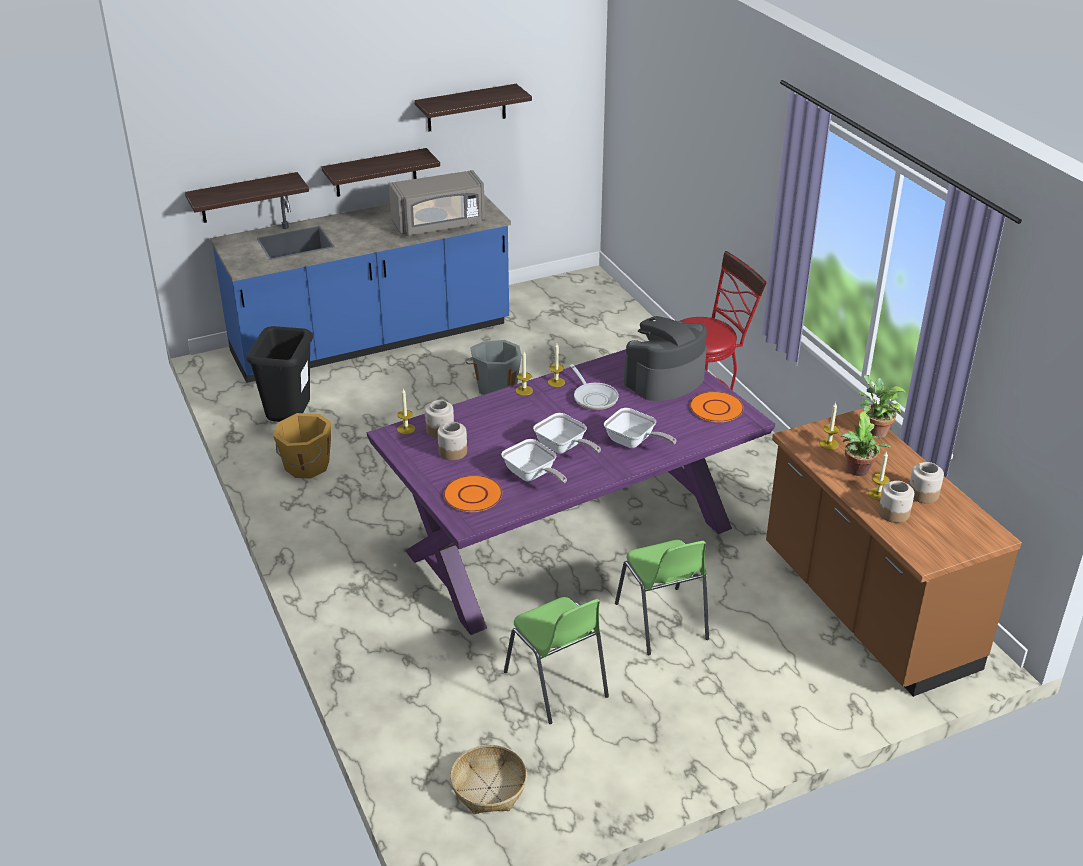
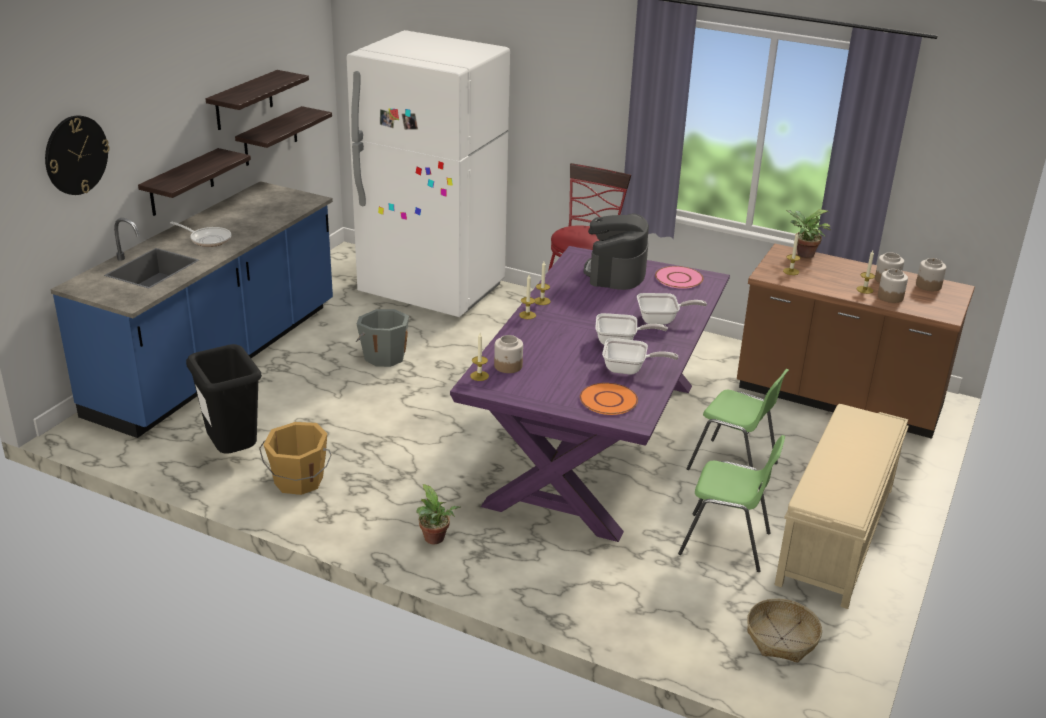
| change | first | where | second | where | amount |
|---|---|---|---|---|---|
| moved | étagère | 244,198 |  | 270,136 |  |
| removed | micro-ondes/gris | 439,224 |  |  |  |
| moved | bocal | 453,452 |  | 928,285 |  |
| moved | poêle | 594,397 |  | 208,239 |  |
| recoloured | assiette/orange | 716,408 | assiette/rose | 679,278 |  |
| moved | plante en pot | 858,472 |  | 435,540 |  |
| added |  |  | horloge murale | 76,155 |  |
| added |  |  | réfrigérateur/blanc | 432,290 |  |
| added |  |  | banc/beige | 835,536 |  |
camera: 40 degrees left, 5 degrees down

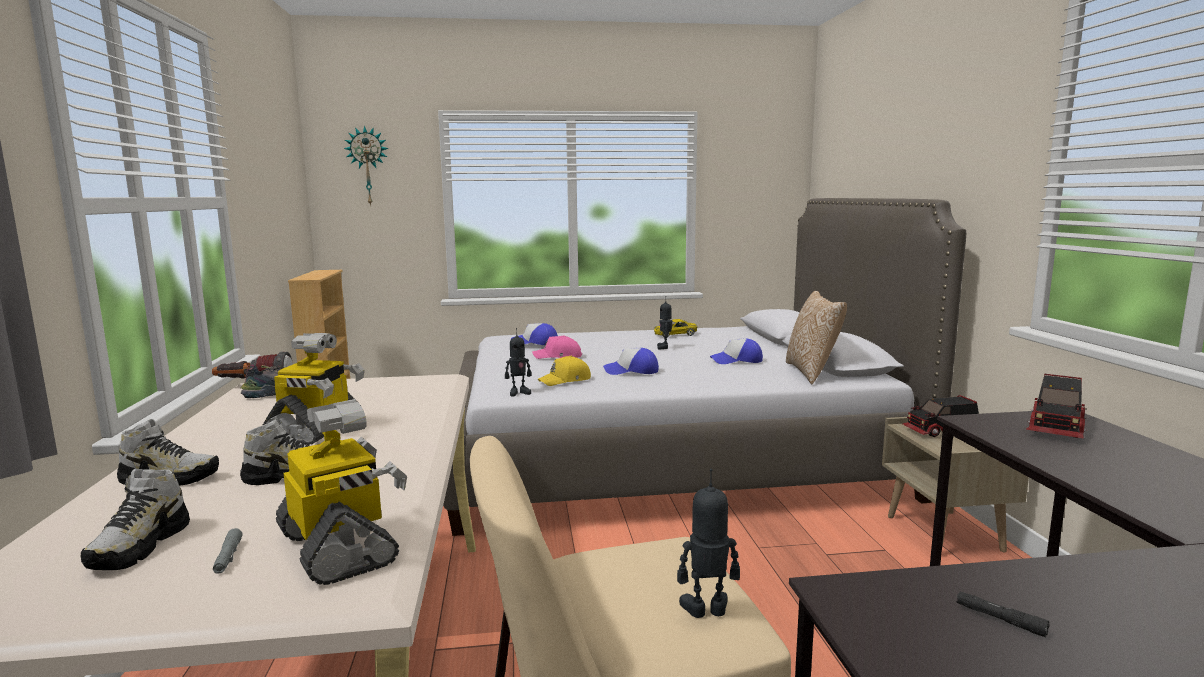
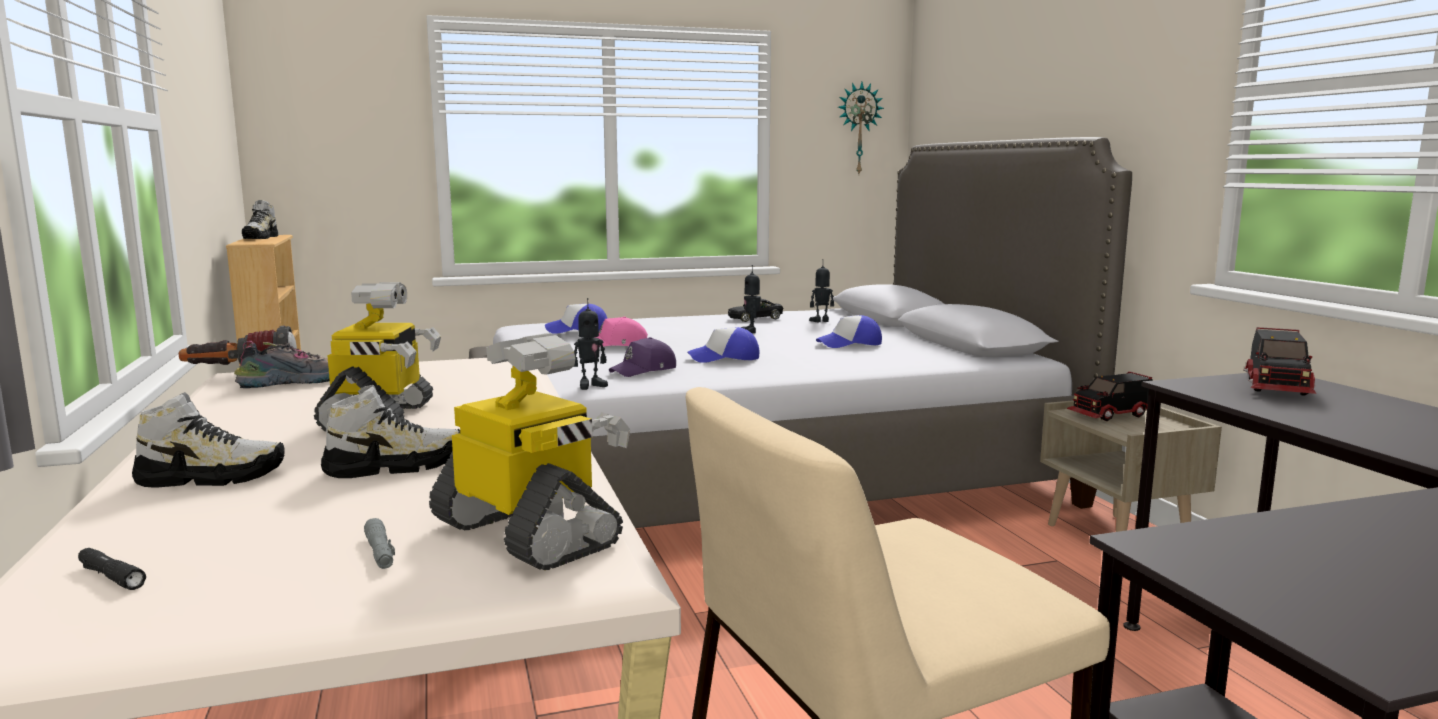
| change | first | where | second | where | amount |
|---|---|---|---|---|---|
| moved | chaussure | 140,547 |  | 261,238 |  |
| moved | horloge murale | 368,166 |  | 858,128 |  |
| recoloured | casquette/jaune | 565,380 | casquette/violet | 644,370 |  |
| recoloured | petite voiture/jaune | 675,334 | petite voiture/noir | 755,318 |  |
| moved | robot jouet | 707,611 |  | 821,321 |  |
| removed | coussin | 812,373 |  |  |  |
| moved | lampe de poche/noir | 1000,620 |  | 110,577 |  |
camera: 10 degrees left, 0 degrees up

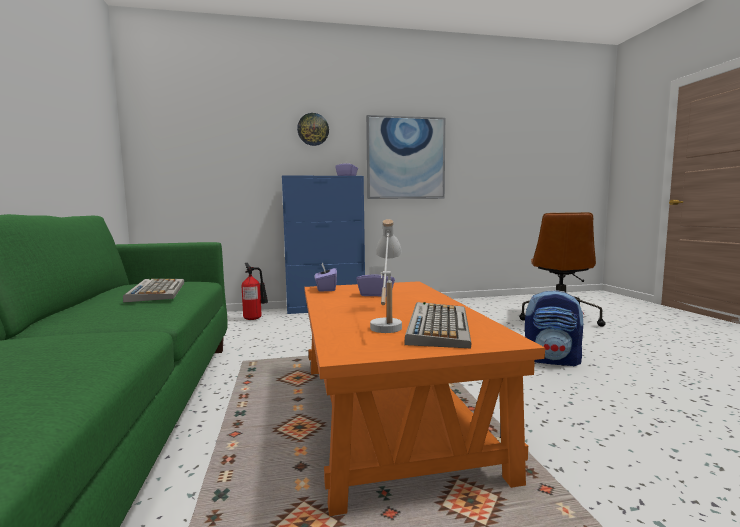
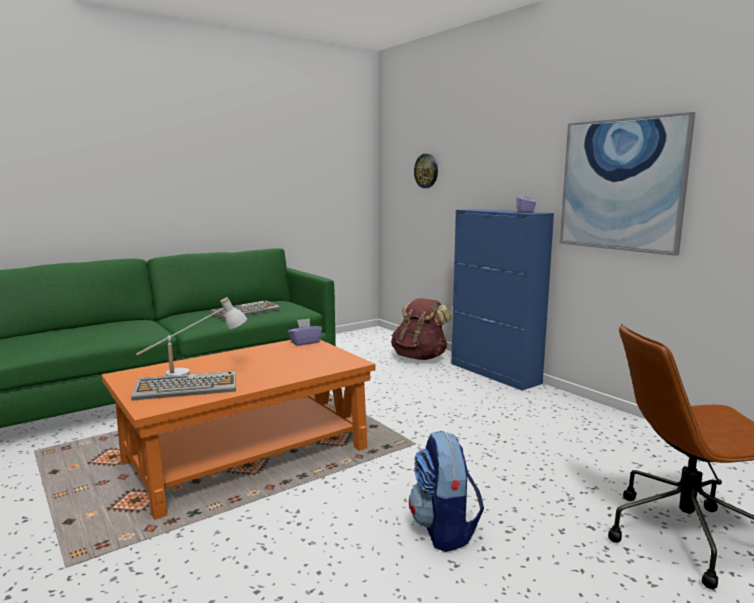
| change | first | where | second | where | amount |
|---|---|---|---|---|---|
| replaced | extincteur | 255,318 | sac à dos/marron | 420,357 |  |
| moved | horloge murale | 313,129 |  | 426,171 |  |
| removed | boîte à mouchoirs/violet | 376,294 |  |  |  |
camera: 65 degrees right, 5 degrees up

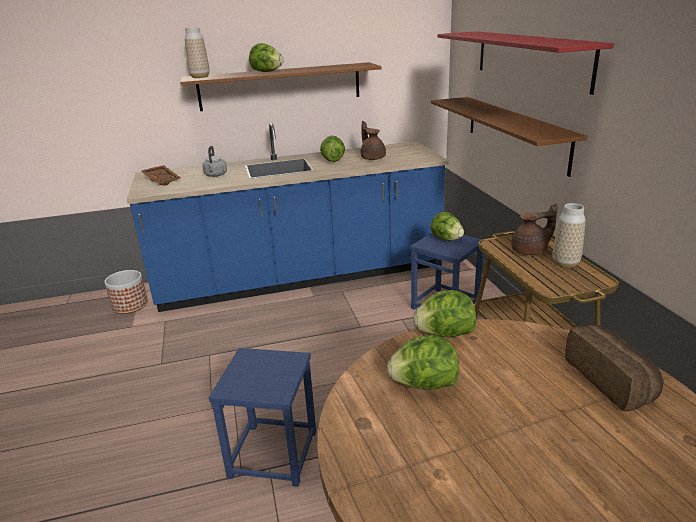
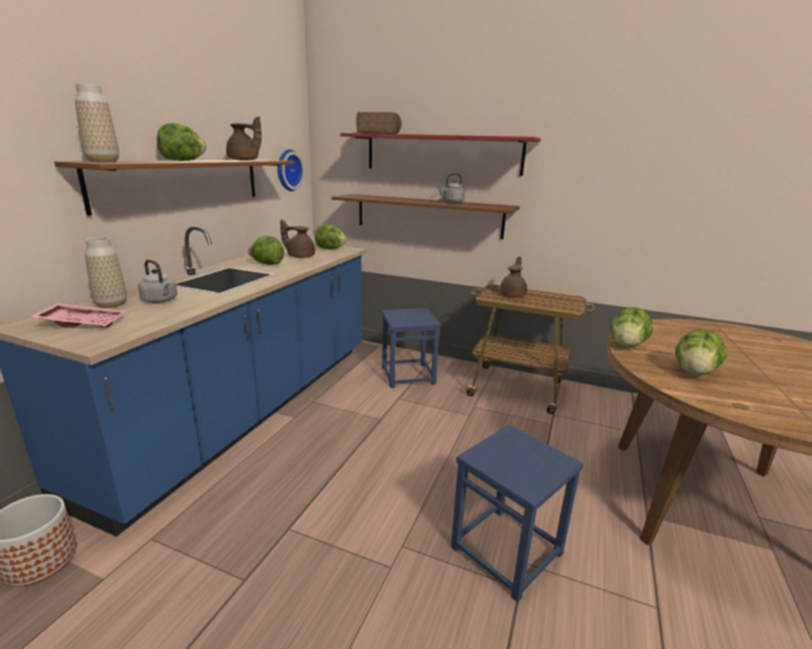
| change | first | where | second | where | amount |
|---|---|---|---|---|---|
| recoloured | plateau/marron | 163,180 | plateau/rose | 83,323 |  |
| moved | laitue | 446,239 |  | 330,249 |  |
| moved | vase | 565,263 |  | 111,304 |  |
| moved | pain | 611,381 |  | 379,134 |  |
| added |  |  | théière/marron | 244,160 |  |
| added |  |  | horloge murale | 287,170 |  |
| added |  |  | bouilloire/gris | 451,202 |  |
camera: 55 degrees left, 5 degrees down

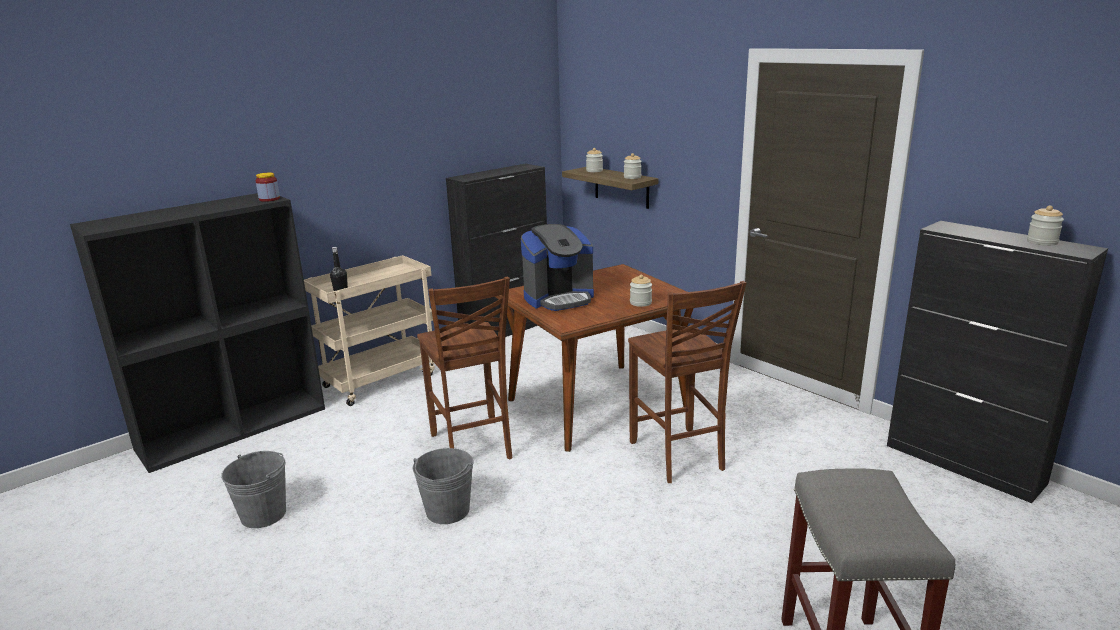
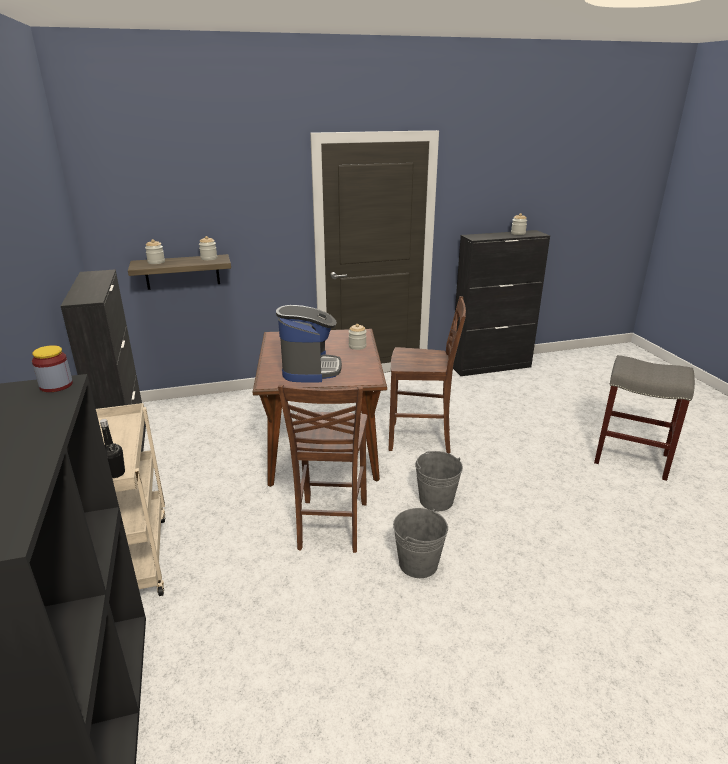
| change | first | where | second | where | amount |
|---|---|---|---|---|---|
| moved | seau/gris | 263,514 |  | 436,500 |  |
| turned | chaise/marron | 472,447 |  | 330,526 | 90 degrees clockwise |
camera: 65 degrees left, 5 degrees up

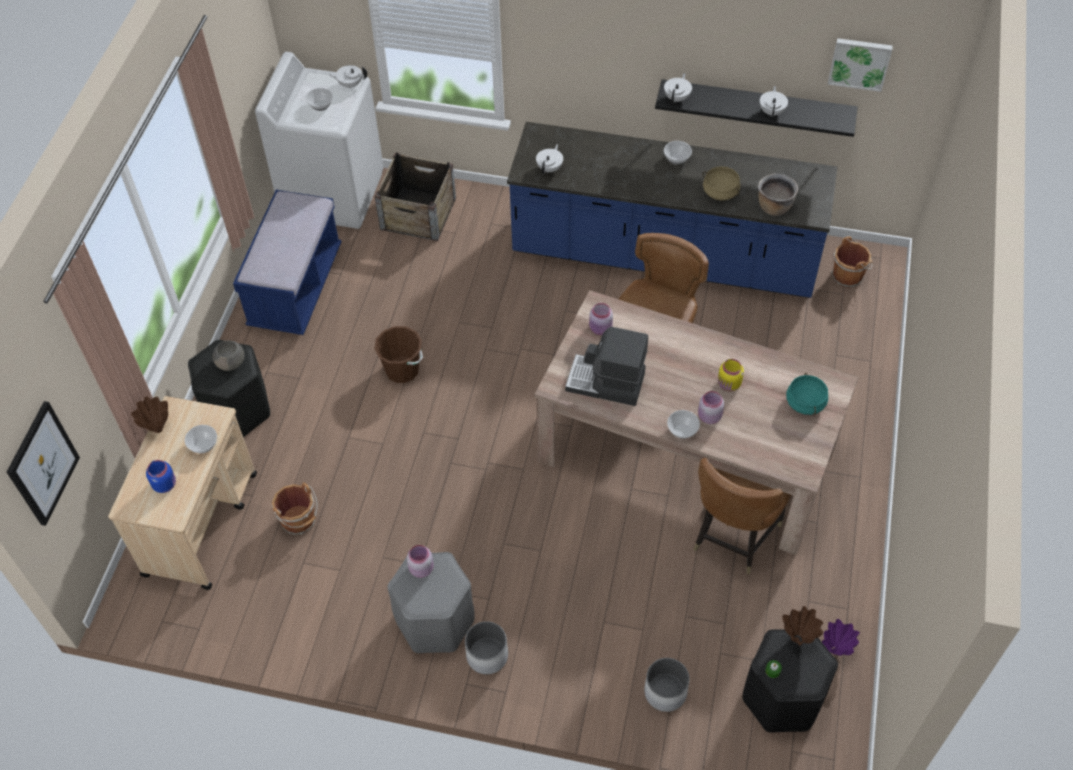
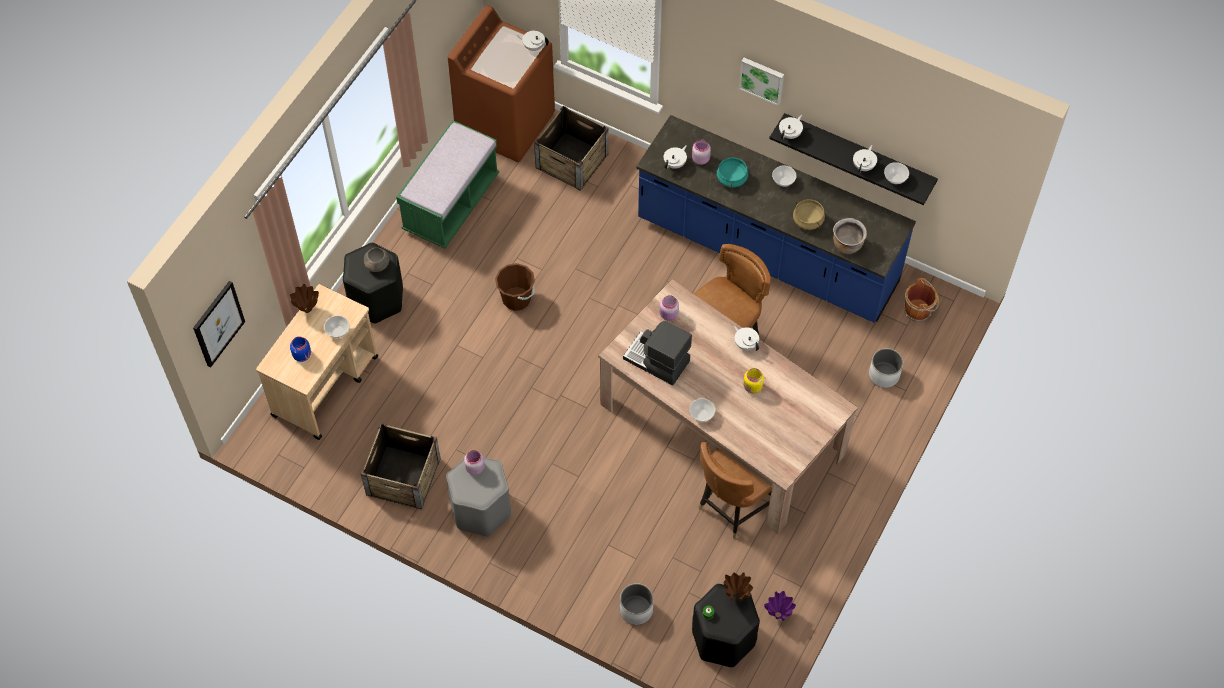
| change | first | where | second | where | amount |
|---|---|---|---|---|---|
| recoloured | banc/bleu | 296,288 | banc/vert | 451,204 |  |
| recoloured | lave-linge/blanc | 333,193 | lave-linge/marron | 506,123 |  |
| removed | seau/marron | 300,521 |  |  |  |
| moved | bol | 321,106 |  | 895,178 |  |
| moved | cache-pot/blanc | 487,655 |  | 883,375 |  |
| moved | bocal/rose | 708,416 |  | 700,159 |  |
| moved | marmite/turquoise | 805,402 |  | 732,178 |  |
| moved | tableau | 859,63 |  | 762,79 |  |
| added |  |  | caisse | 403,477 |  |
| added |  |  | théière/blanc | 746,344 |  |
camera: 15 degrees right, 5 degrees up

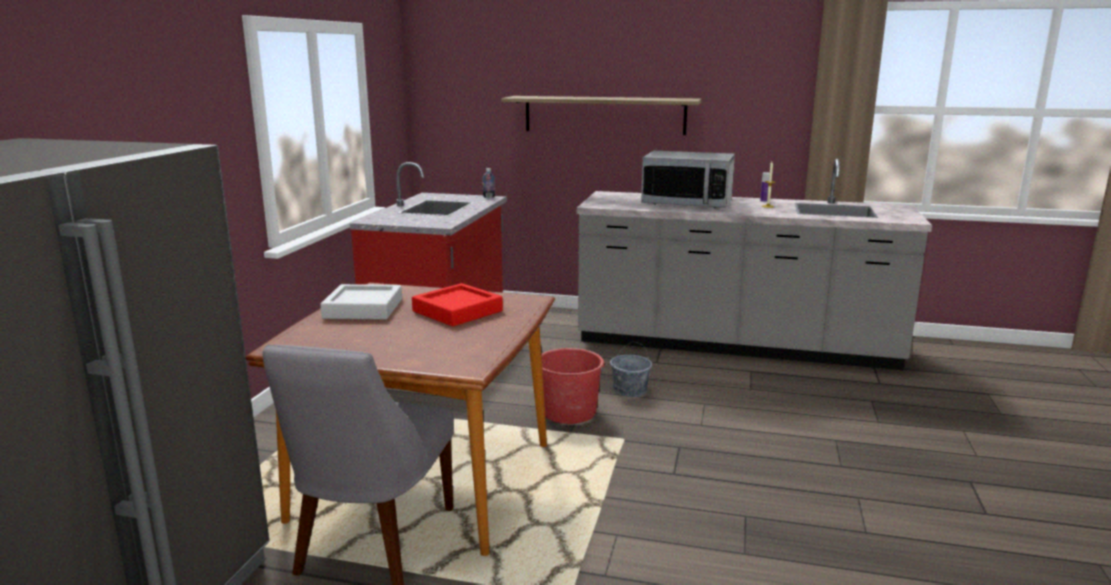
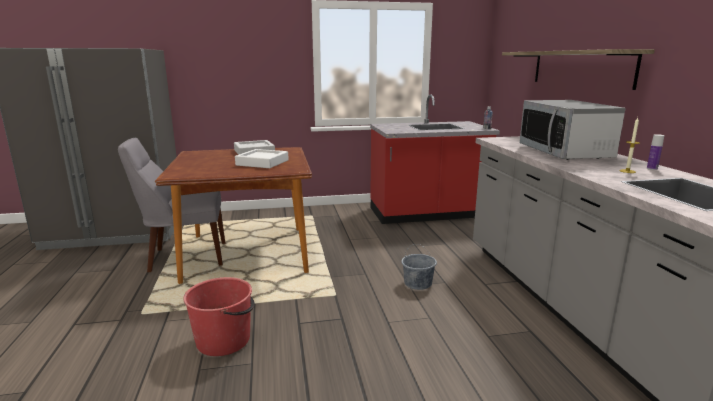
| change | first | where | second | where | amount |
|---|---|---|---|---|---|
| recoloured | plateau/rouge | 457,311 | plateau/blanc | 262,163 |  |
| moved | seau/rouge | 569,411 |  | 224,340 |  |
camera: 65 degrees right, 0 degrees up

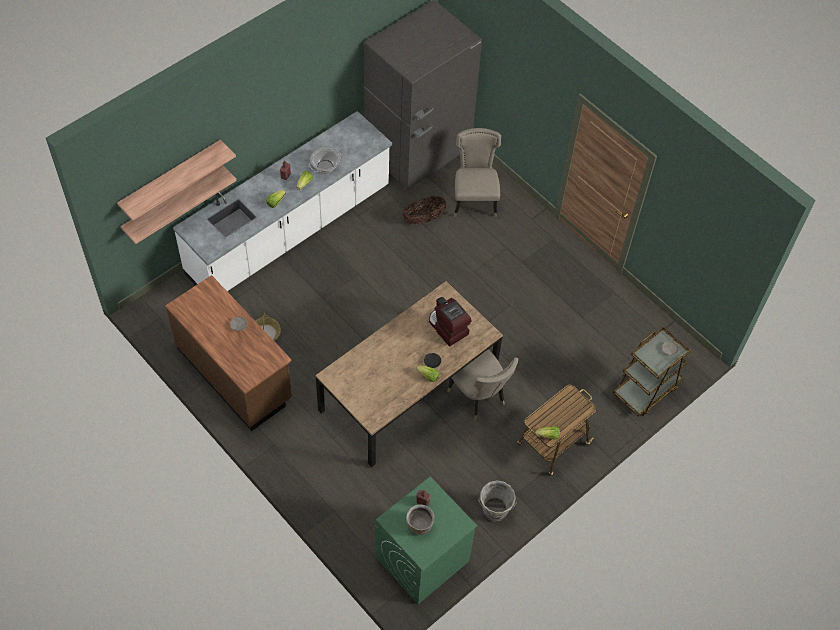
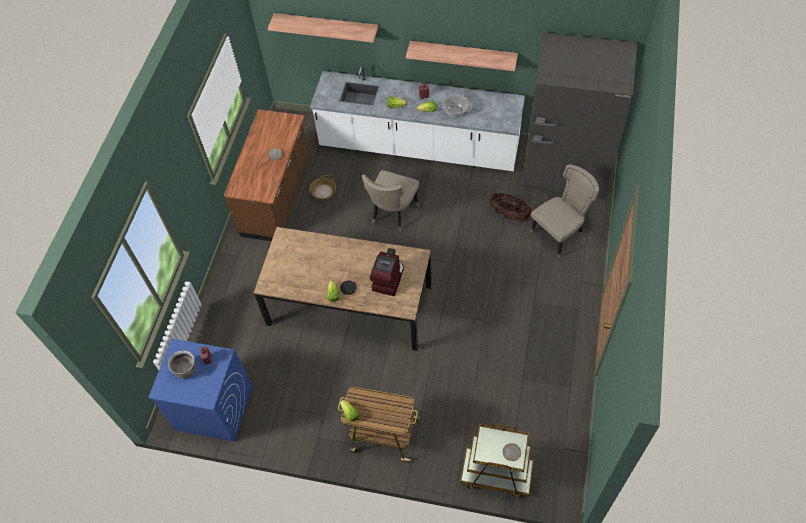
| change | first | where | second | where | amount |
|---|---|---|---|---|---|
| moved | étagère | 173,201 |  | 463,54 |  |
| recoloured | lave-linge/vert | 421,560 | lave-linge/bleu | 213,408 |  |
| moved | chaise/beige | 479,398 |  | 392,214 |  |
| removed | seau/gris | 494,511 |  |  |  |
camera: 60 degrees right, 0 degrees up

